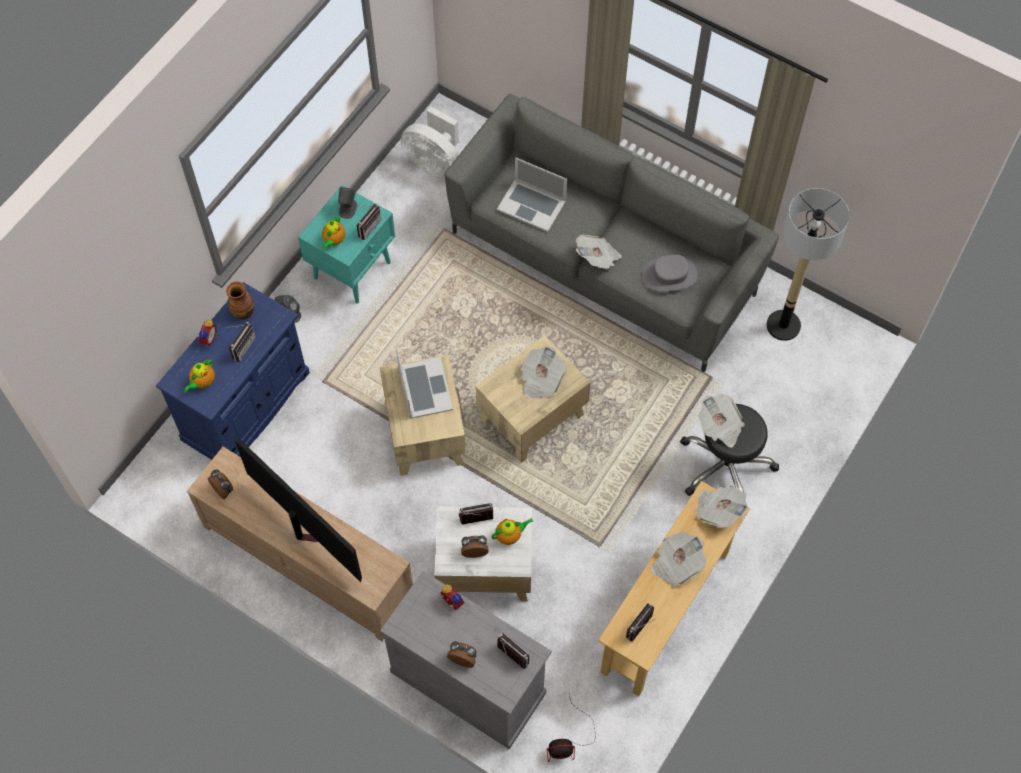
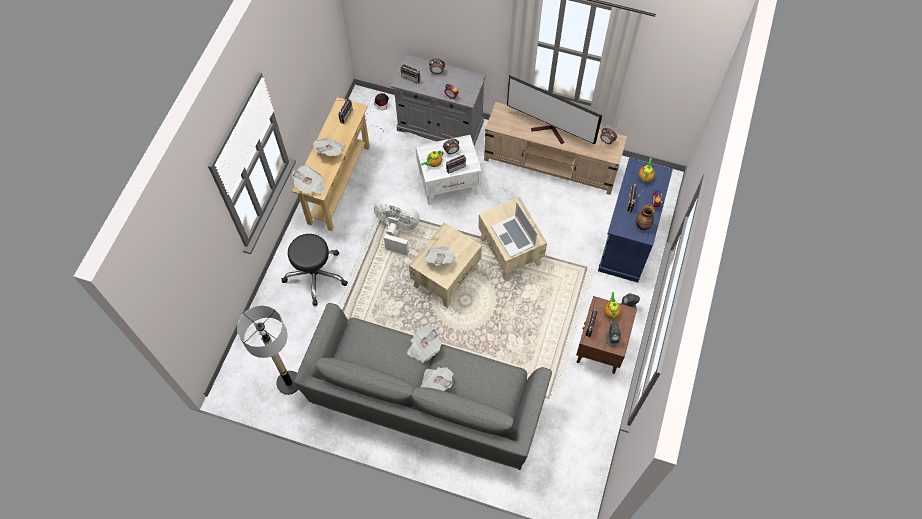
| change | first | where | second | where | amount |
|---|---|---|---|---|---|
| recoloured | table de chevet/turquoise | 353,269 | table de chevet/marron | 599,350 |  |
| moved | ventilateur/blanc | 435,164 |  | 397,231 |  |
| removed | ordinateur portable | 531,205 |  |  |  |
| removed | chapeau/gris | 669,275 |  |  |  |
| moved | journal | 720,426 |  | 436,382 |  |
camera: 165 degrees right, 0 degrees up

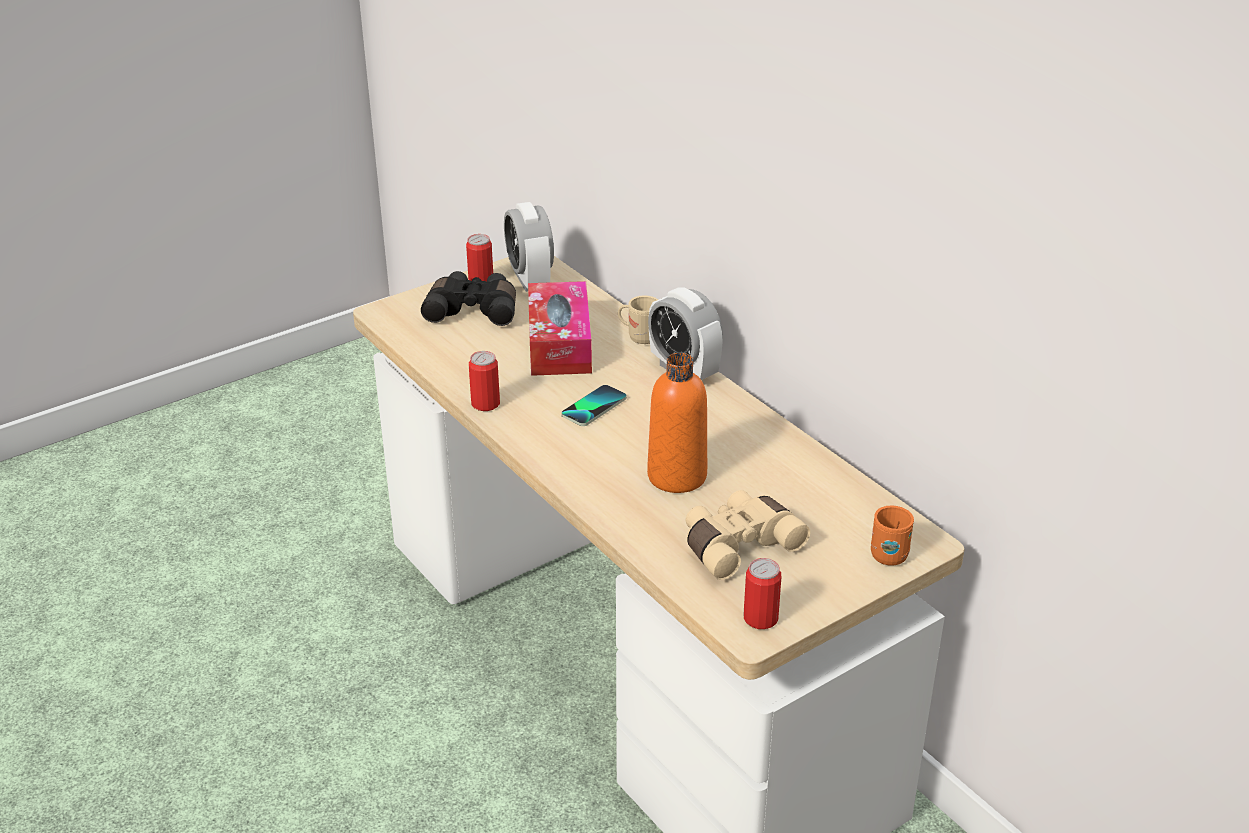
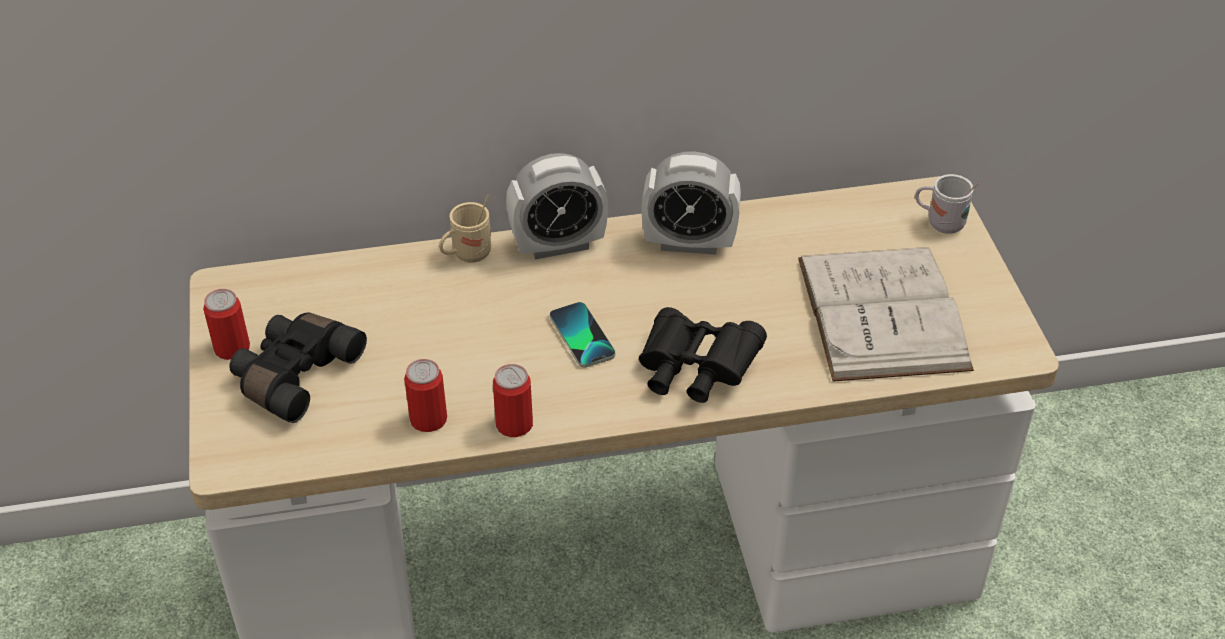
| change | first | where | second | where | amount |
|---|---|---|---|---|---|
| moved | réveil | 530,279 |  | 689,243 |  |
| removed | boîte à mouchoirs | 559,343 |  |  |  |
| removed | bouteille/orange | 677,476 |  |  |  |
| replaced | jumelles/beige | 738,544 | livre/blanc | 882,313 |  |
| moved | boîte métallique | 760,618 |  | 428,419 |  |
| recoloured | mug/orange | 888,552 | mug/blanc | 940,222 |  |
| added |  |  | jumelles/noir | 694,371 |  |
camera: 65 degrees left, 10 degrees up

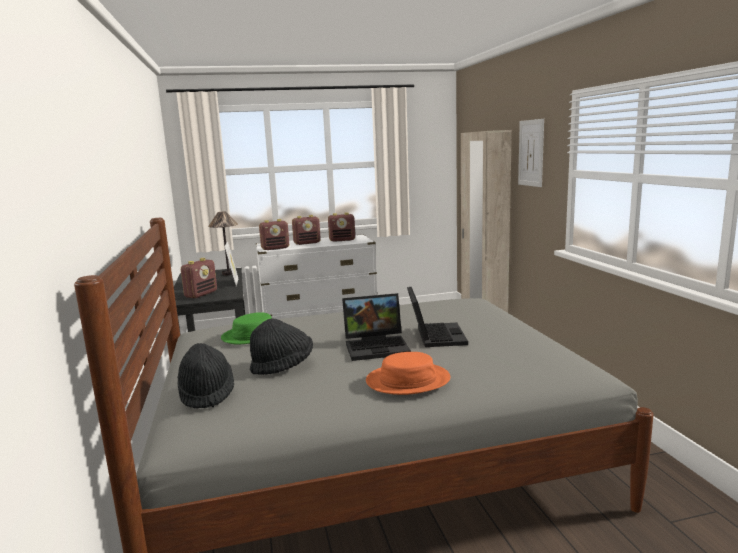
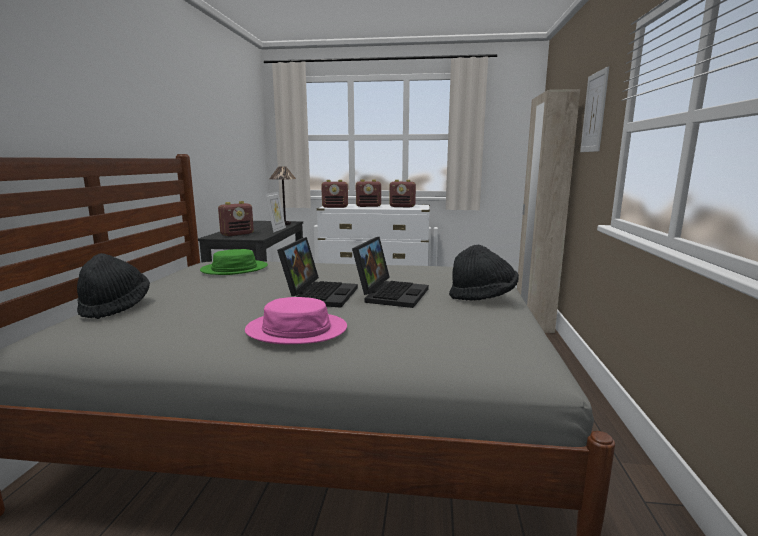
| change | first | where | second | where | amount |
|---|---|---|---|---|---|
| moved | chapeau/noir | 282,366 |  | 482,297 |  |
| turned | ordinateur portable | 377,346 |  | 319,294 | 90 degrees counterclockwise |
| recoloured | chapeau/orange | 408,380 | chapeau/rose | 296,329 |  |
camera: 20 degrees right, 0 degrees up

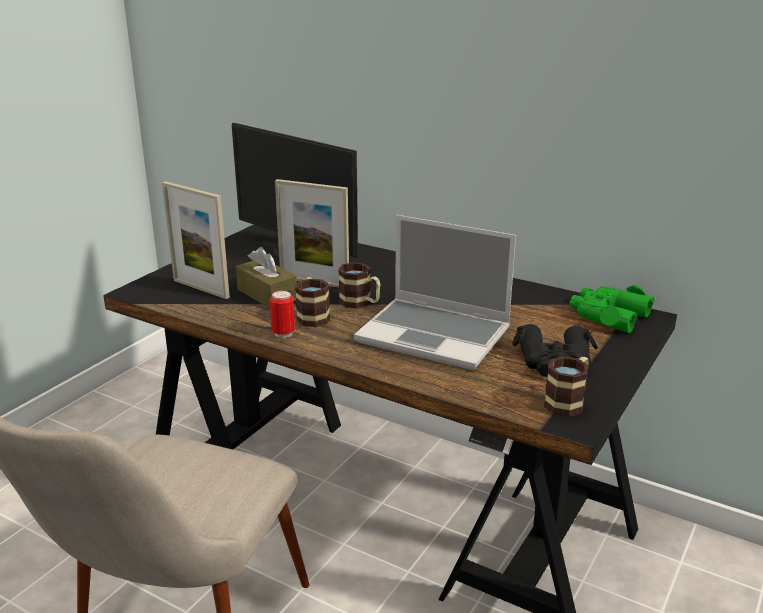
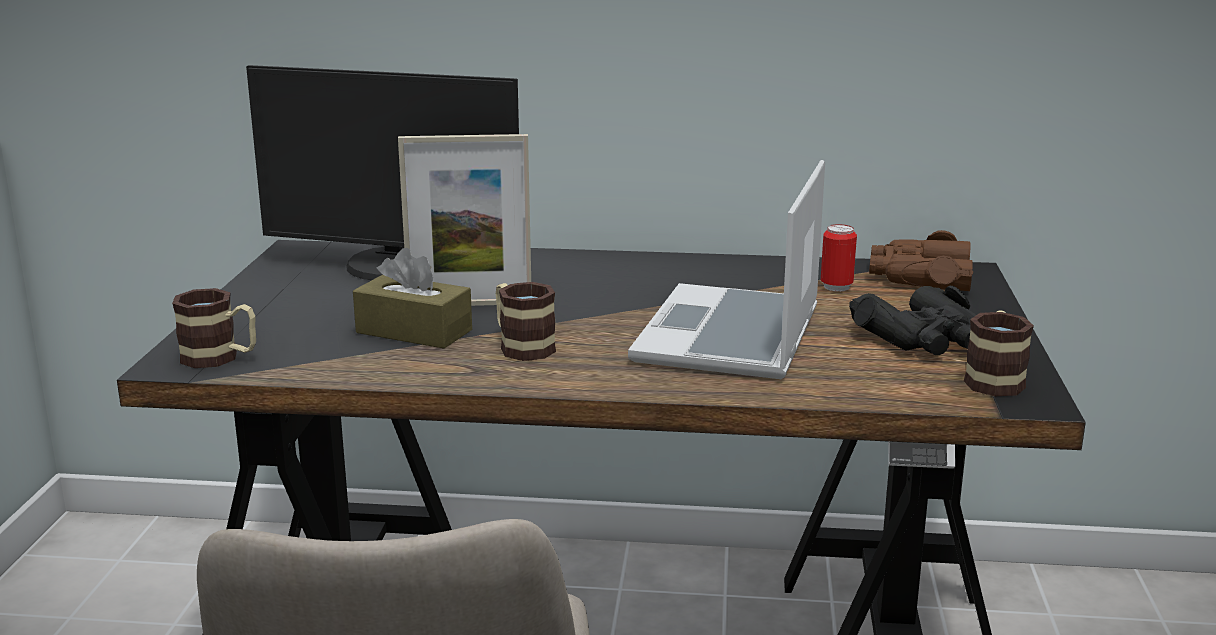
| change | first | where | second | where | amount |
|---|---|---|---|---|---|
| removed | cadre photo | 201,289 |  |  |  |
| moved | boîte métallique | 283,333 |  | 836,287 |  |
| moved | mug | 360,303 |  | 220,358 |  |
| turned | ordinateur portable | 436,335 |  | 731,337 | 105 degrees clockwise |
| recoloured | jumelles/vert | 608,315 | jumelles/marron | 920,277 |  |
camera: 25 degrees left, 5 degrees down

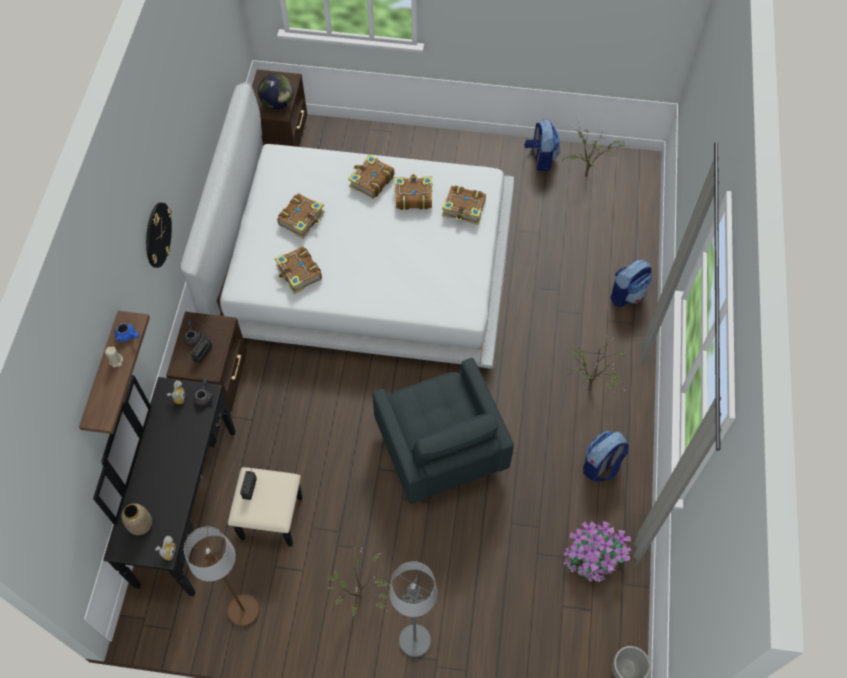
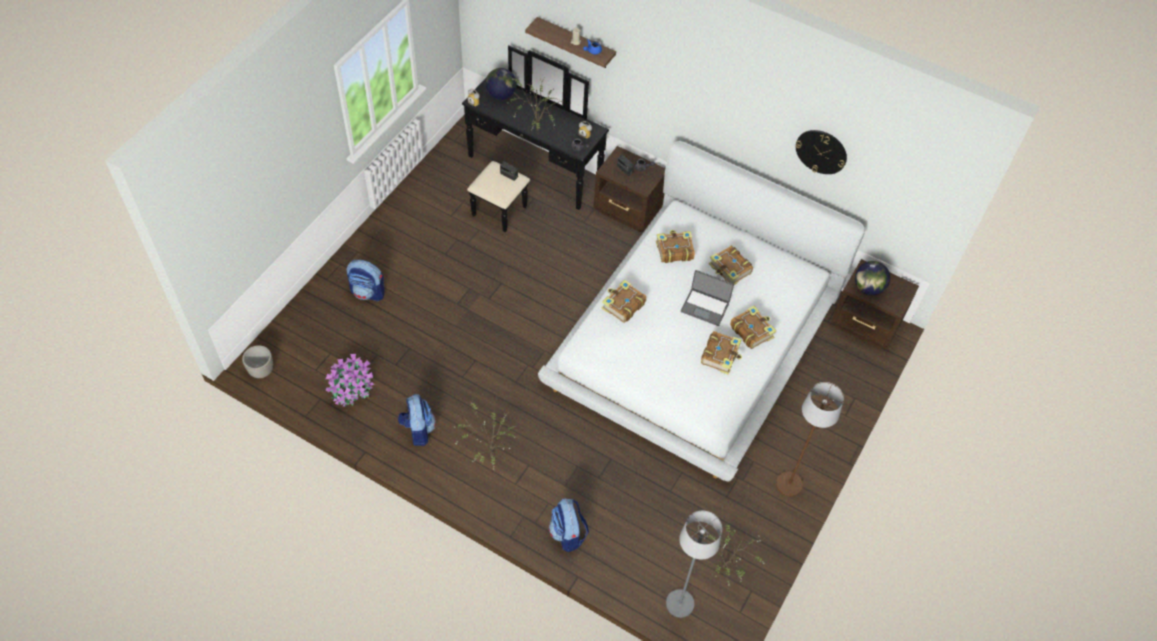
| change | first | where | second | where | amount |
|---|---|---|---|---|---|
| replaced | vase | 140,525 | globe | 501,95 |  |
| moved | horloge murale | 157,235 |  | 821,151 |  |
| moved | lampadaire/marron | 244,610 |  | 788,484 |  |
| moved | plante en pot | 362,600 |  | 535,130 |  |
| removed | fauteuil/gris | 440,450 |  |  |  |
| moved | lampadaire/gris | 415,641 |  | 679,604 |  |
| moved | livre | 464,209 |  | 622,305 |  |
| moved | sac à dos | 540,158 |  | 368,292 |  |
| added |  |  | ordinateur portable | 705,307 |  |
camera: 110 degrees right, 5 degrees down

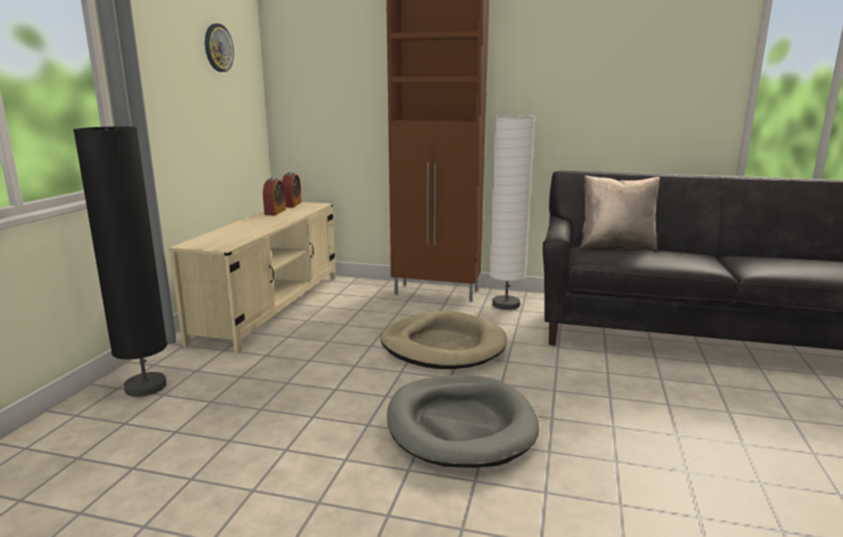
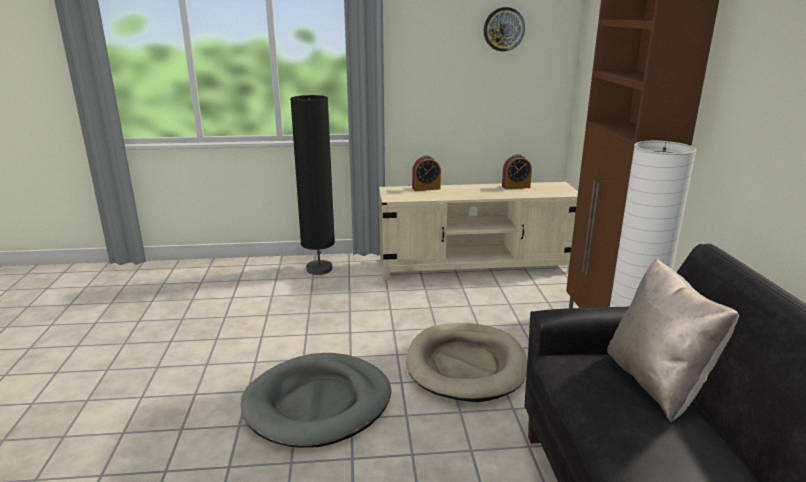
| change | first | where | second | where | amount |
|---|---|---|---|---|---|
| moved | réveil | 292,204 |  | 426,188 |  |
camera: 70 degrees right, 5 degrees up

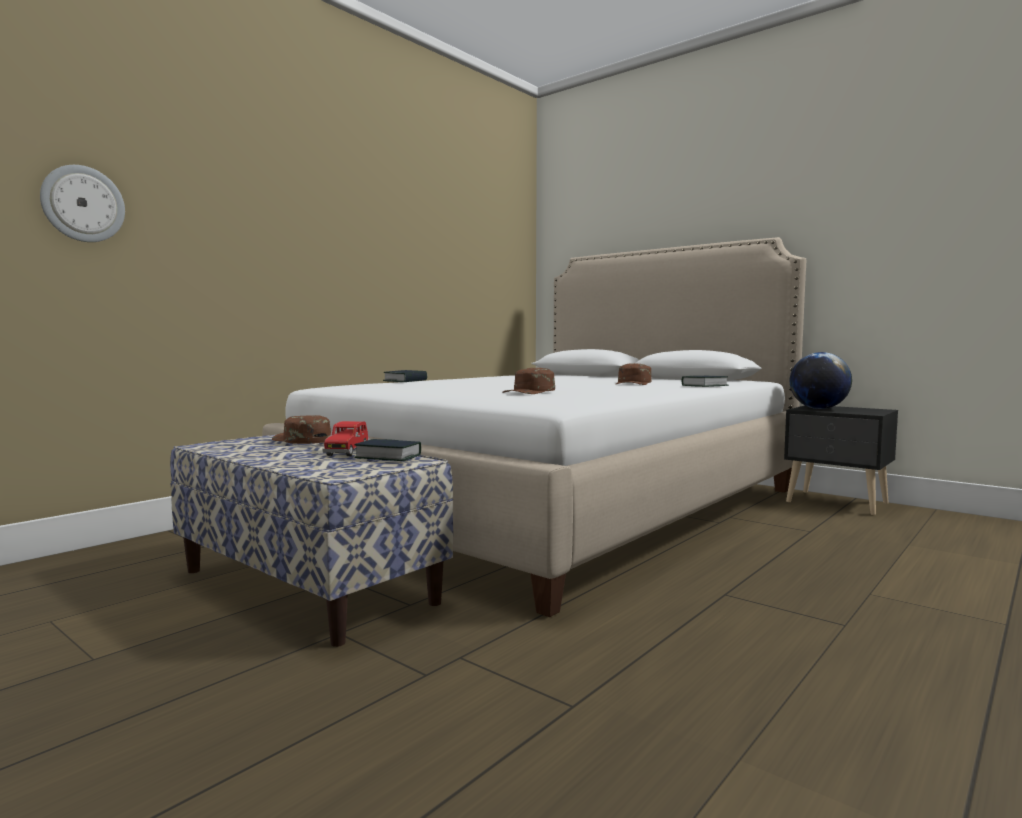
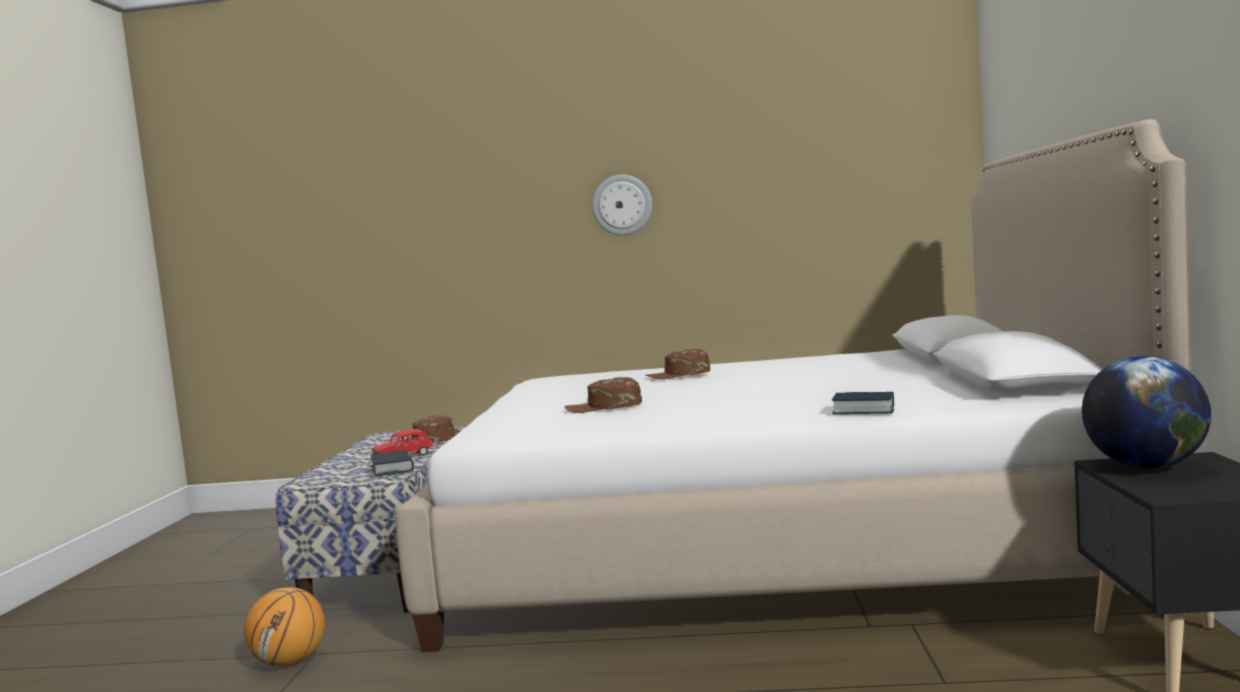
| change | first | where | second | where | amount |
|---|---|---|---|---|---|
| moved | horloge murale | 83,204 |  | 622,205 |  |
| removed | livre | 405,381 |  |  |  |
| moved | casquette/marron | 633,383 |  | 678,375 |  |
| added |  |  | ballon de basket | 290,663 |  |
camera: 55 degrees right, 0 degrees up

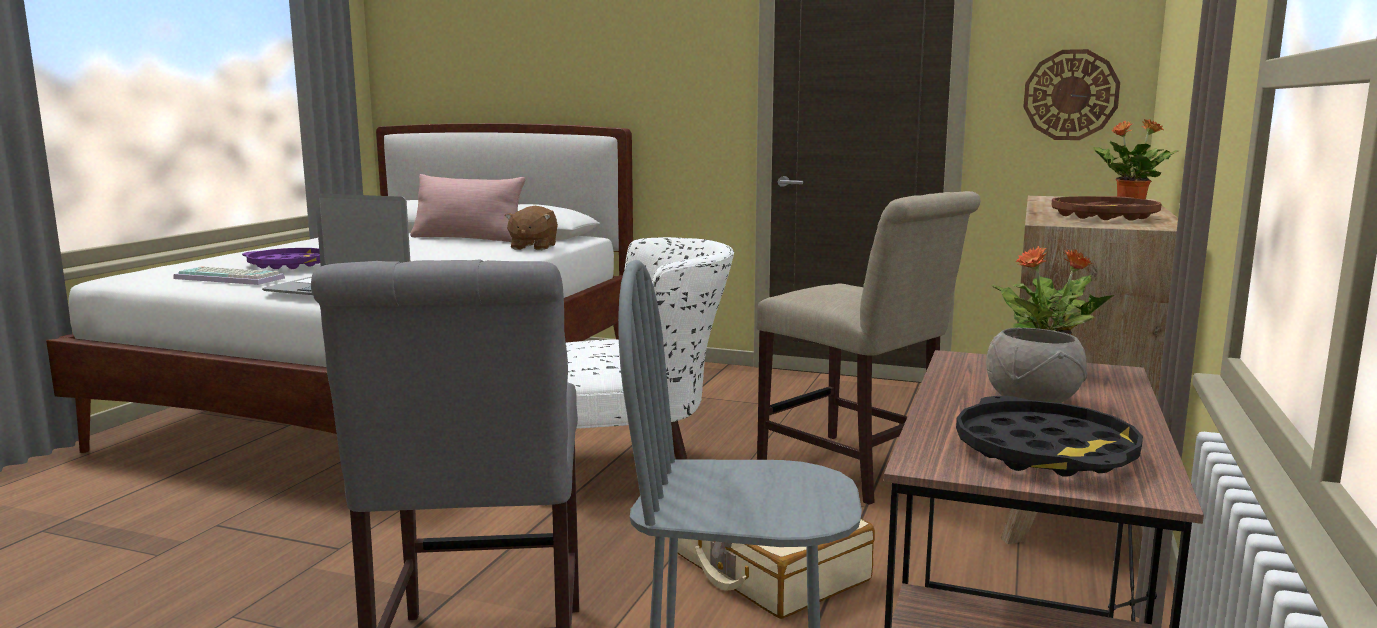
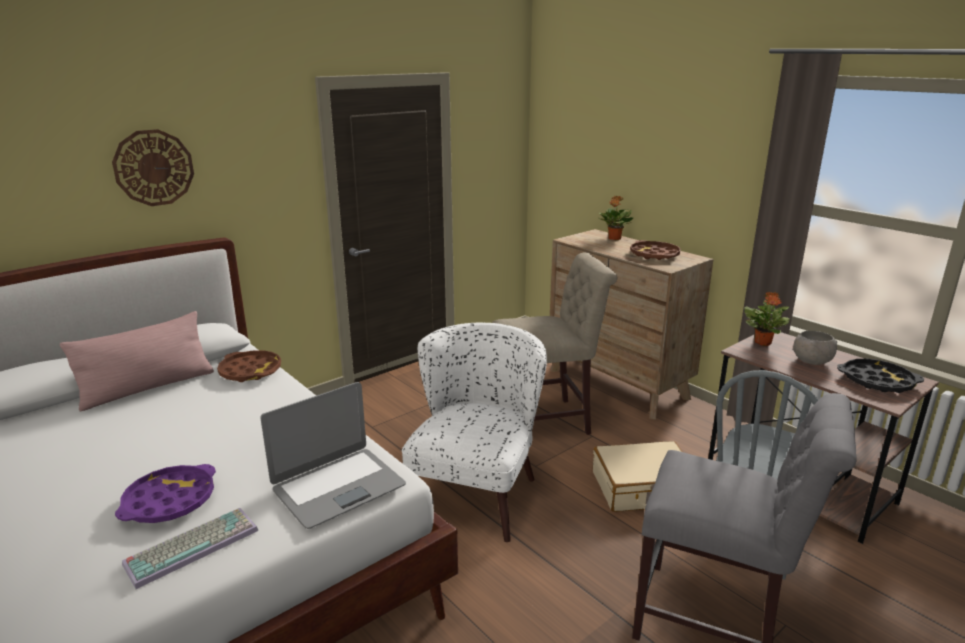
| change | first | where | second | where | amount |
|---|---|---|---|---|---|
| replaced | peluche/marron | 533,247 | plateau/marron | 250,371 |  |
| moved | horloge murale | 1070,95 |  | 154,168 |  |
camera: 60 degrees left, 10 degrees up

